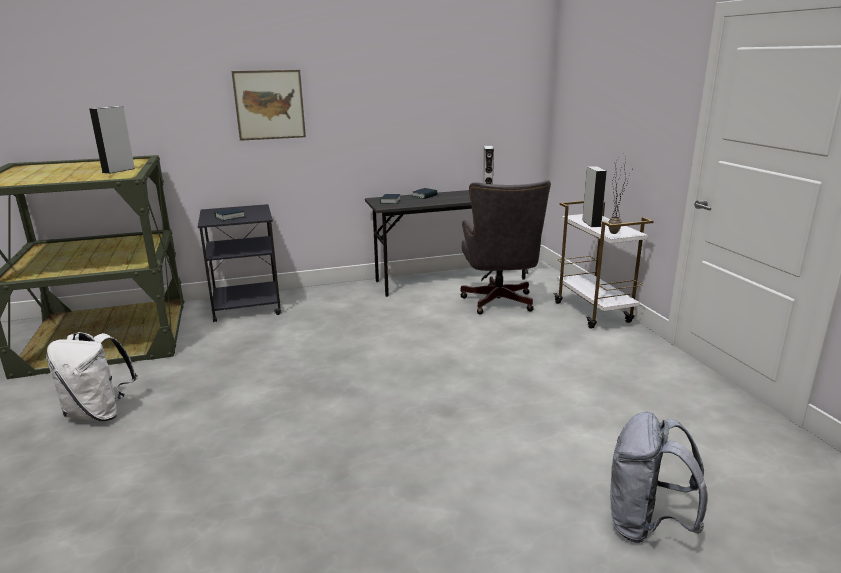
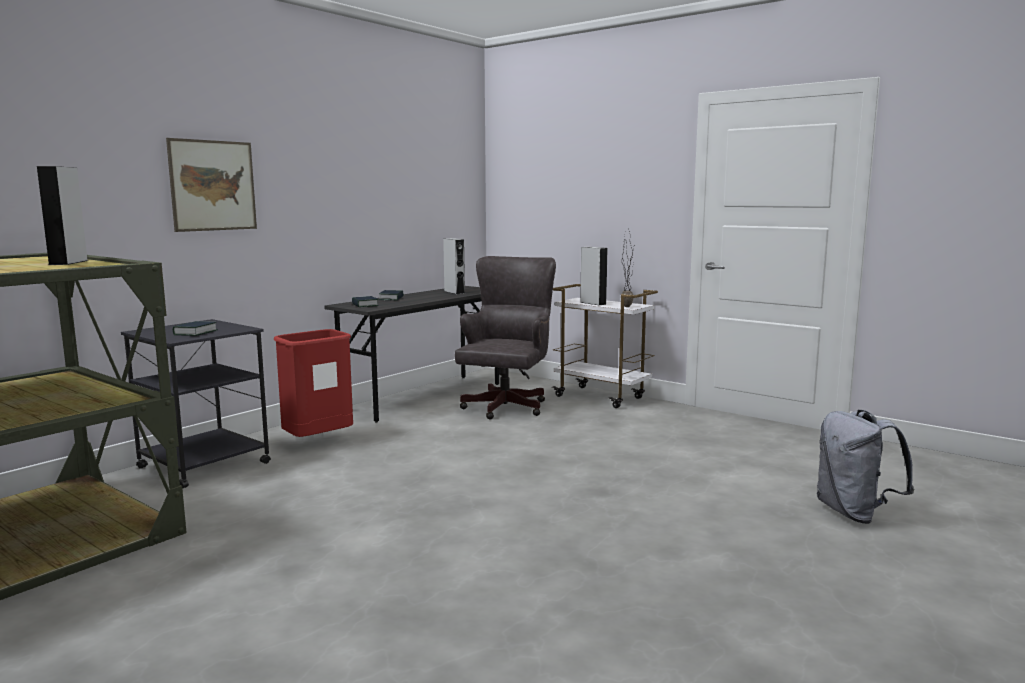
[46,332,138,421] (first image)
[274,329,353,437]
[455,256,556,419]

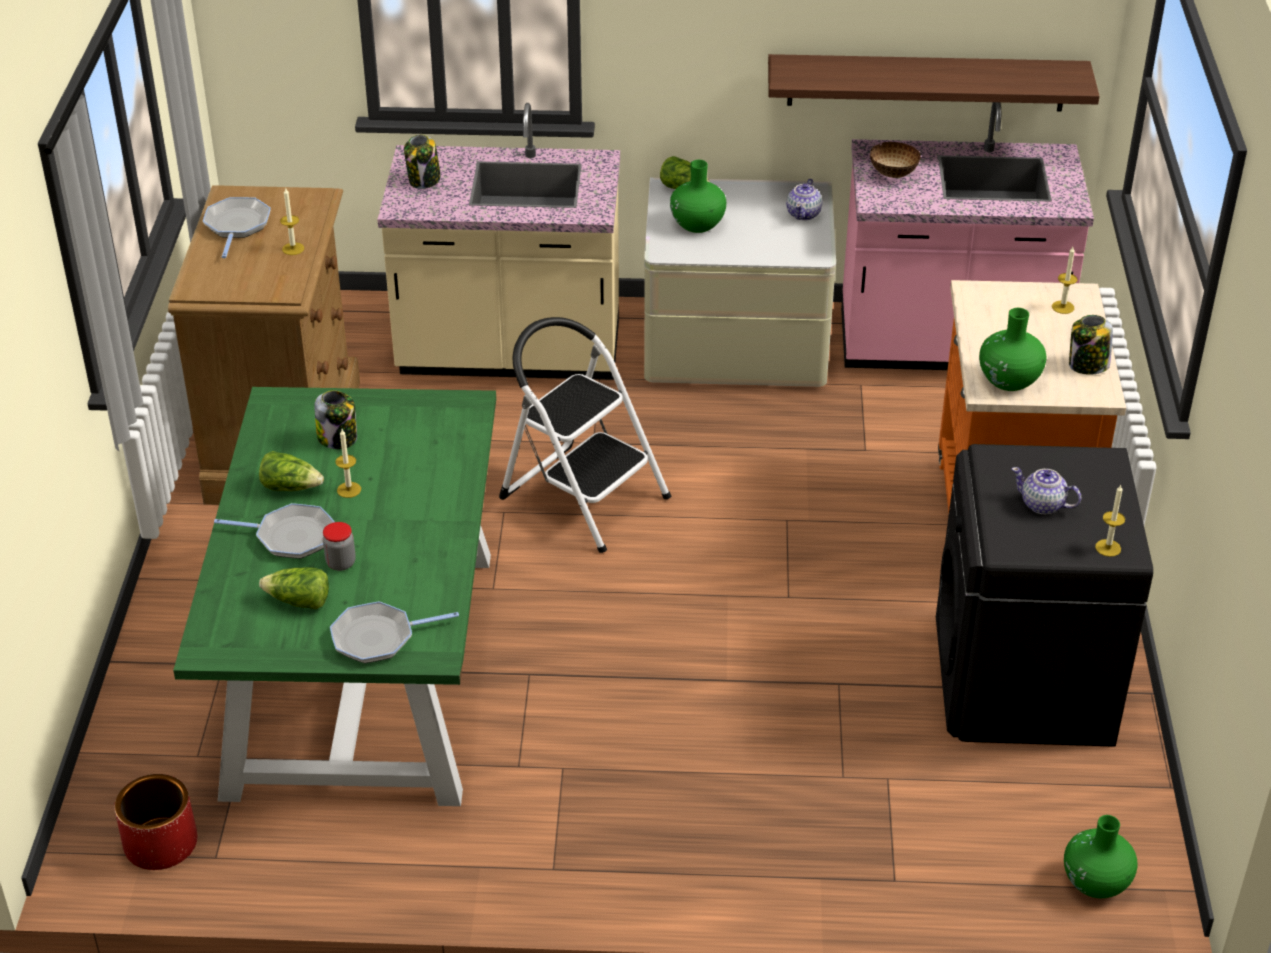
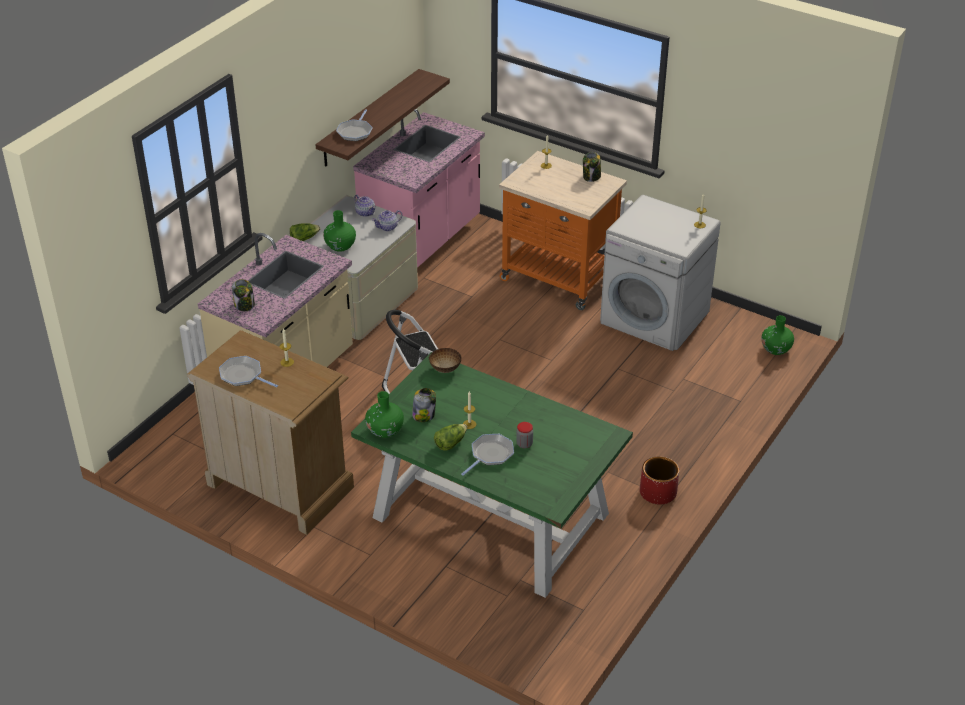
[259,567,329,609] (first image)
[640,456,679,505]
[336,110,373,141]
[429,348,461,373]
[365,391,404,438]
[372,210,402,231]
[600,195,721,351]

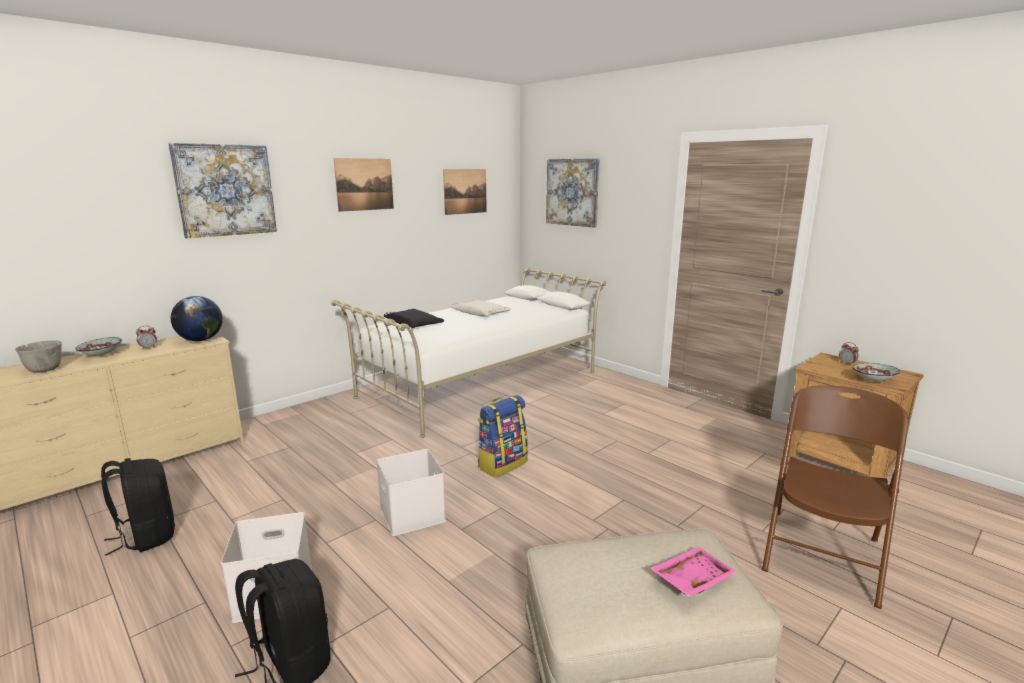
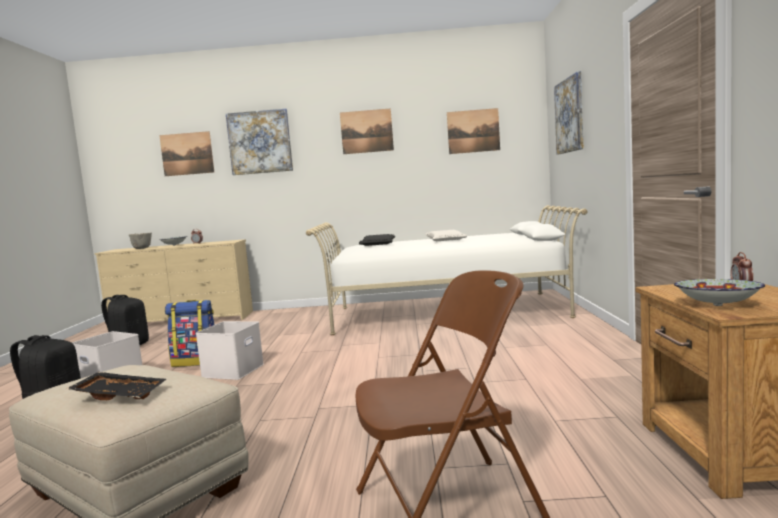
[171,296,223,341] (first image)
[159,131,214,176]
[165,300,215,367]
[66,372,166,400]

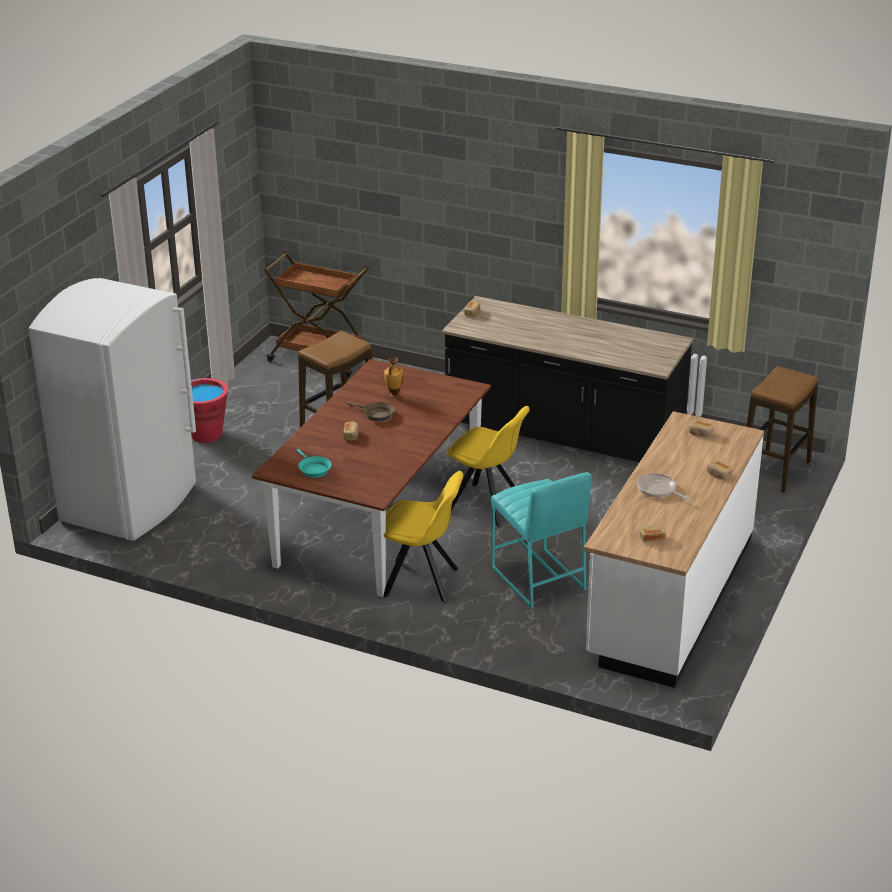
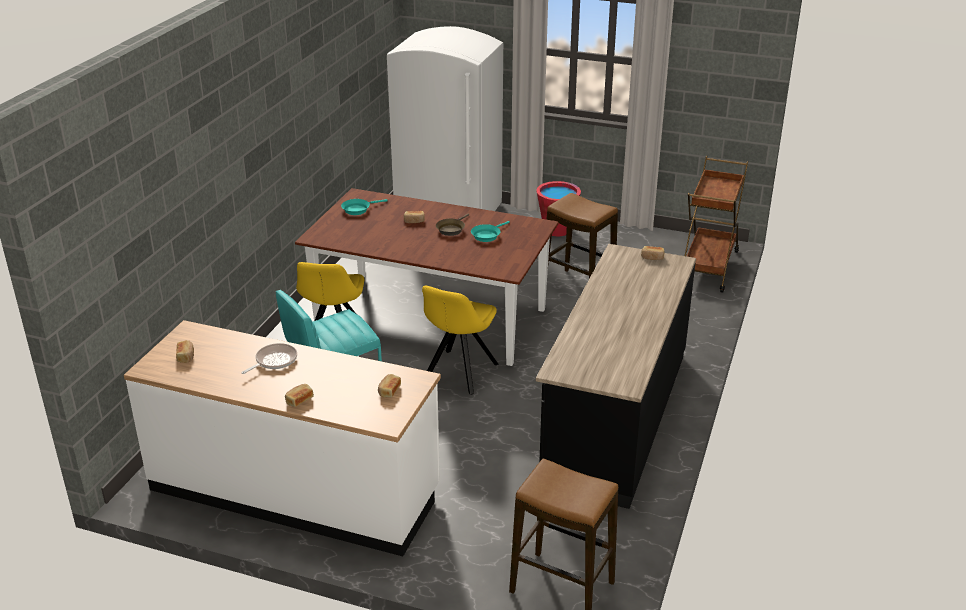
[471,221,510,242]

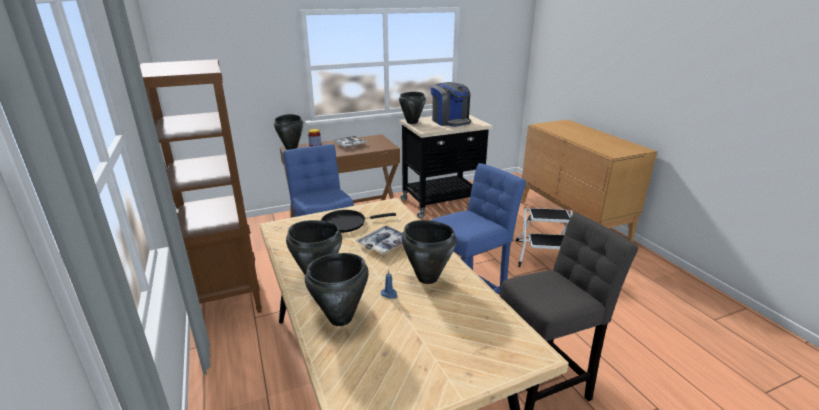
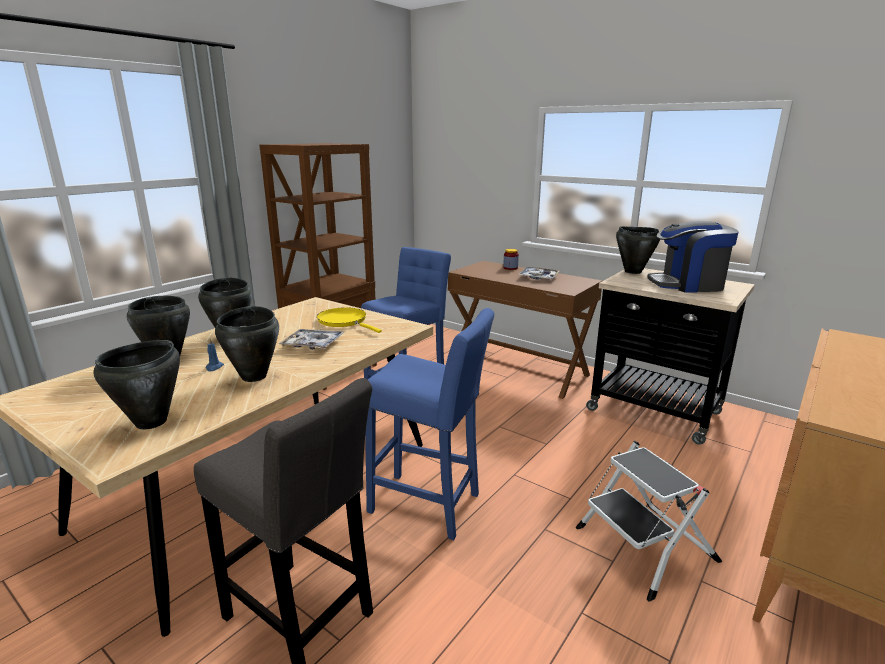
[93,340,180,430]
[317,307,382,333]
[648,221,739,293]

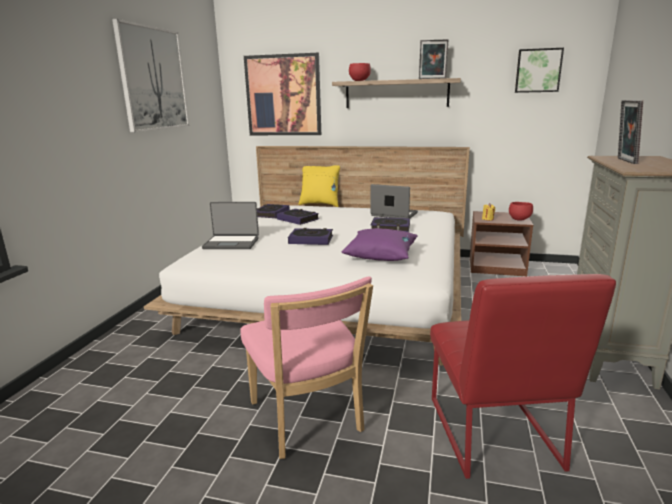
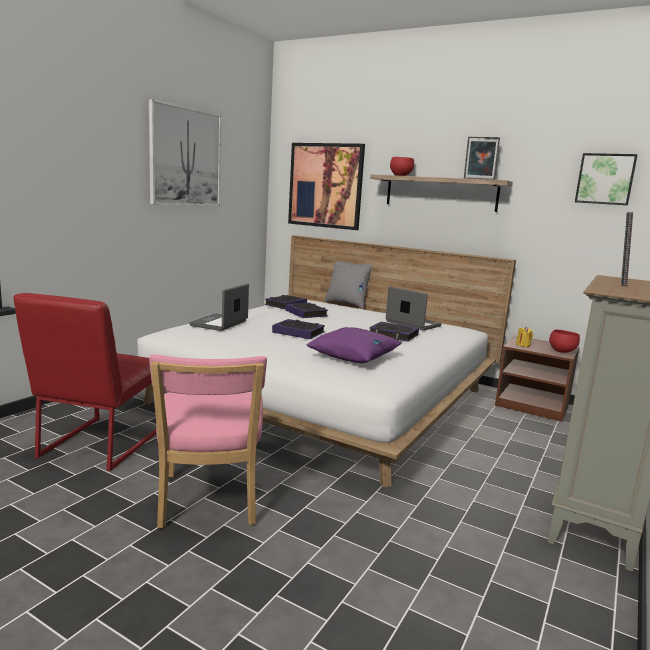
[14,293,156,471]
[324,261,372,309]
[189,284,249,331]

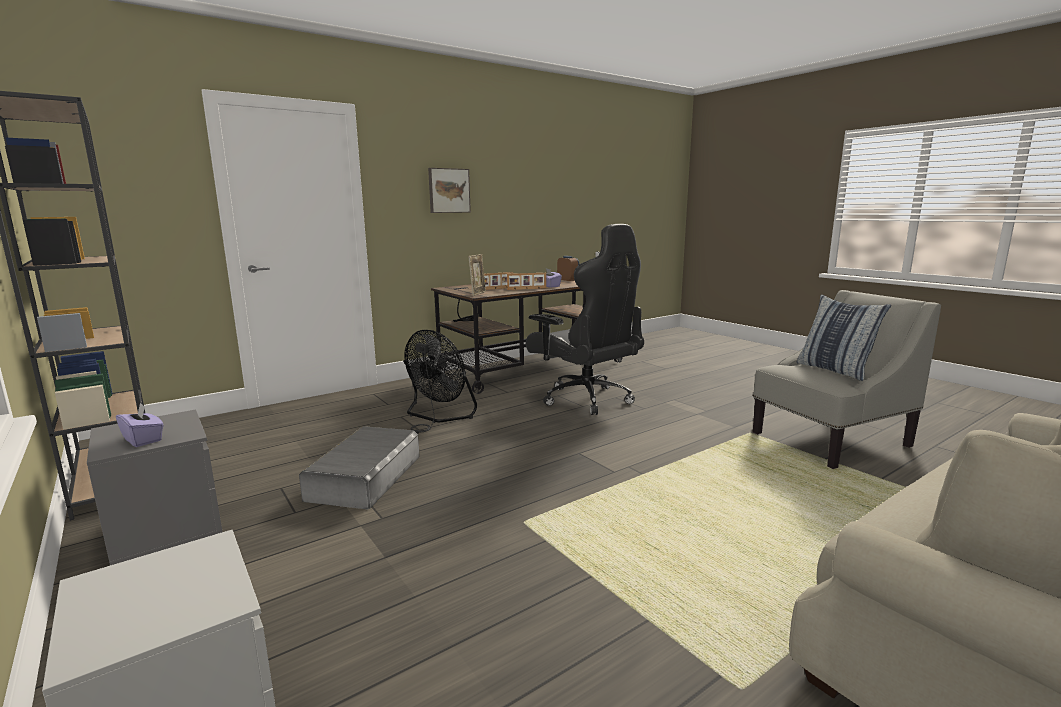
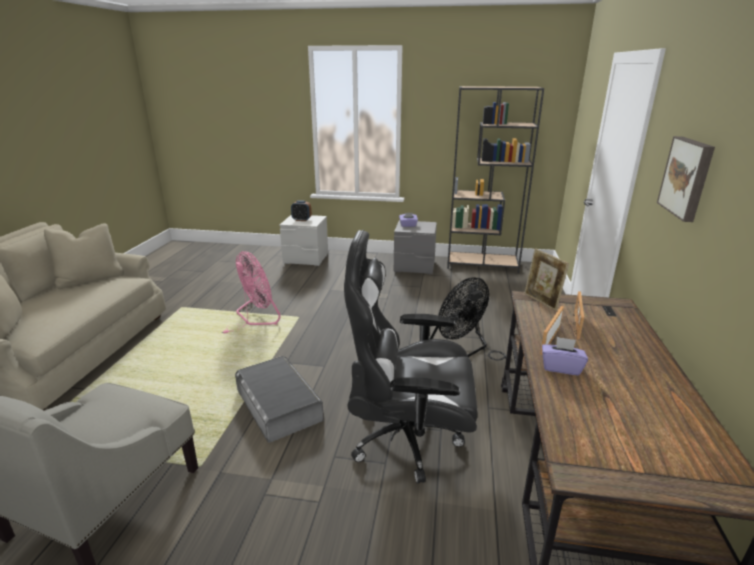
[796,295,891,381] (first image)
[222,251,281,333]
[235,356,324,443]
[291,200,312,221]
[430,277,506,361]

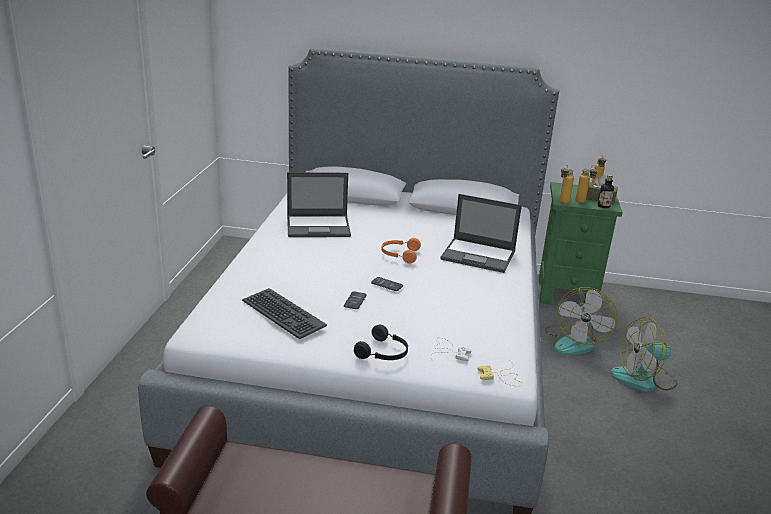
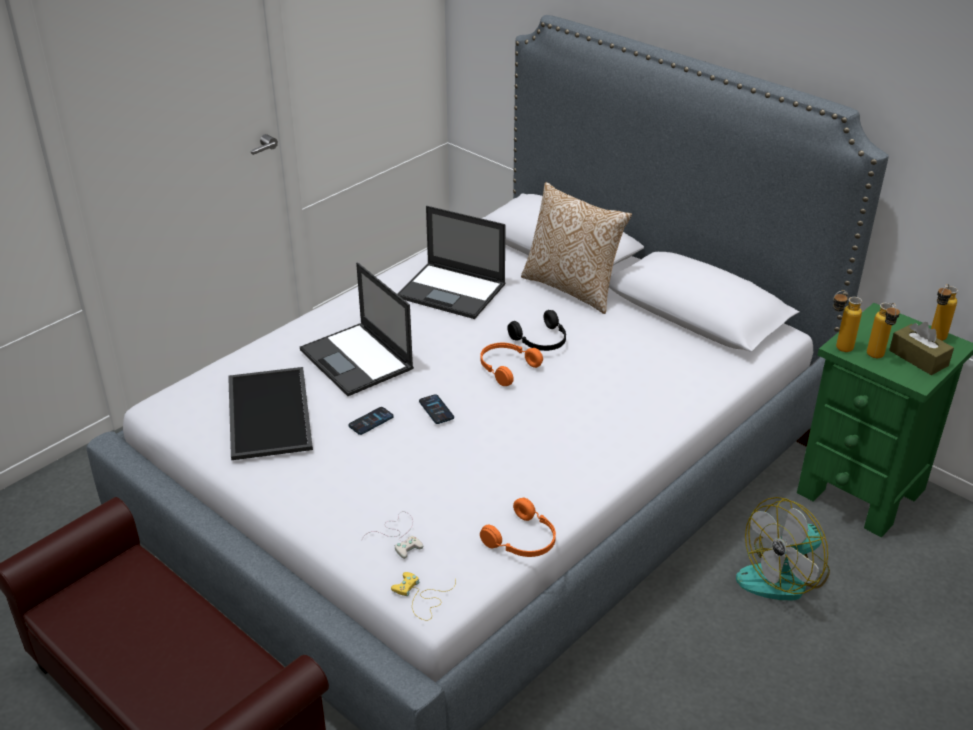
[598,175,614,208] (first image)
[611,317,678,391] (first image)
[480,498,556,557]
[521,182,632,314]
[507,310,566,351]
[300,263,414,396]
[228,367,313,460]

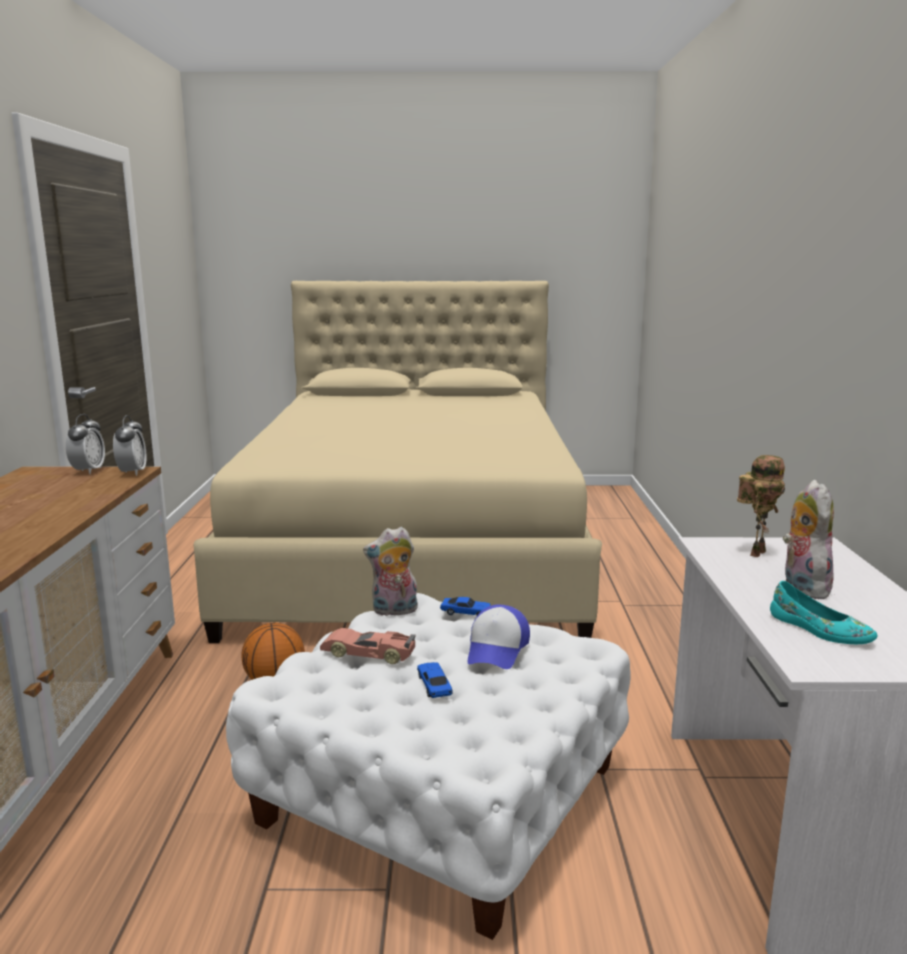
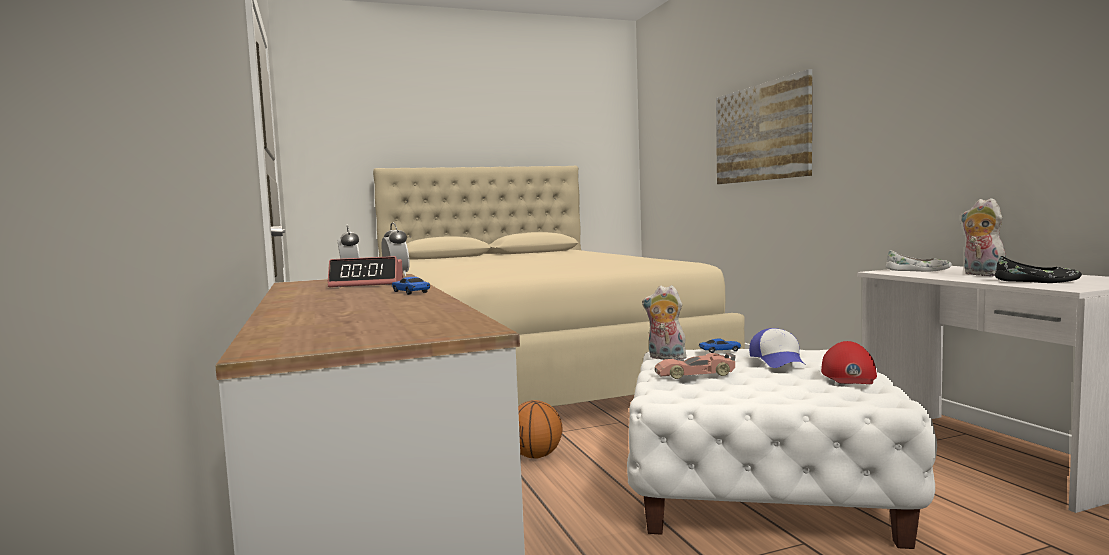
[327,256,403,288]
[716,69,812,184]
[821,341,877,384]
[392,277,430,295]
[886,250,952,272]
[995,256,1082,283]
[642,285,690,360]

